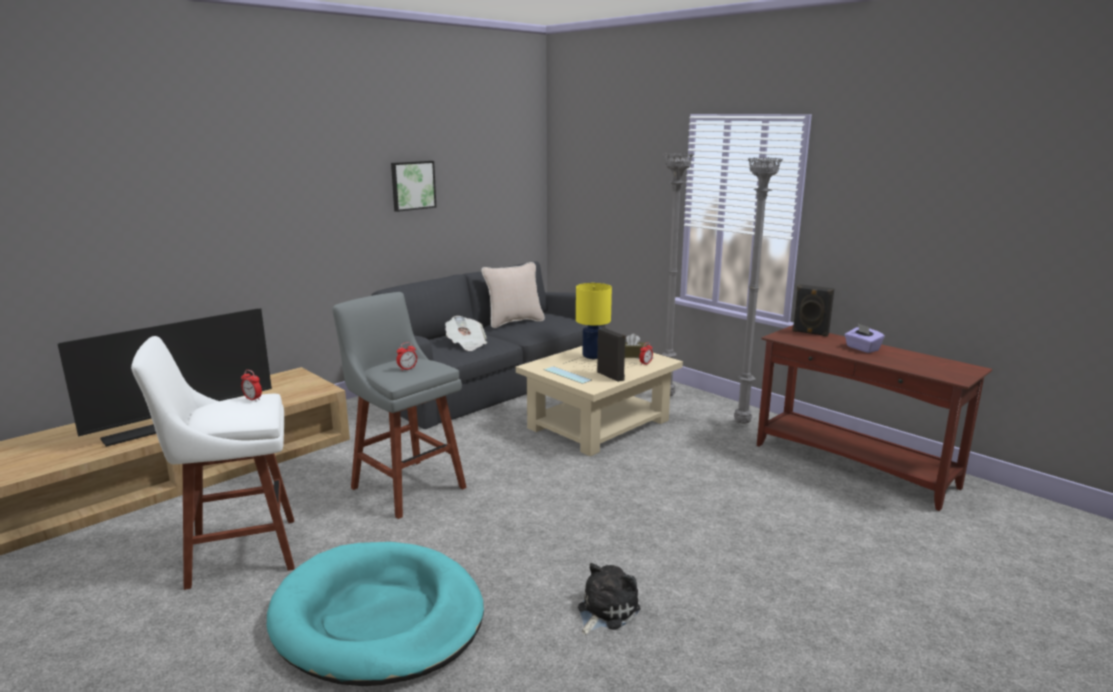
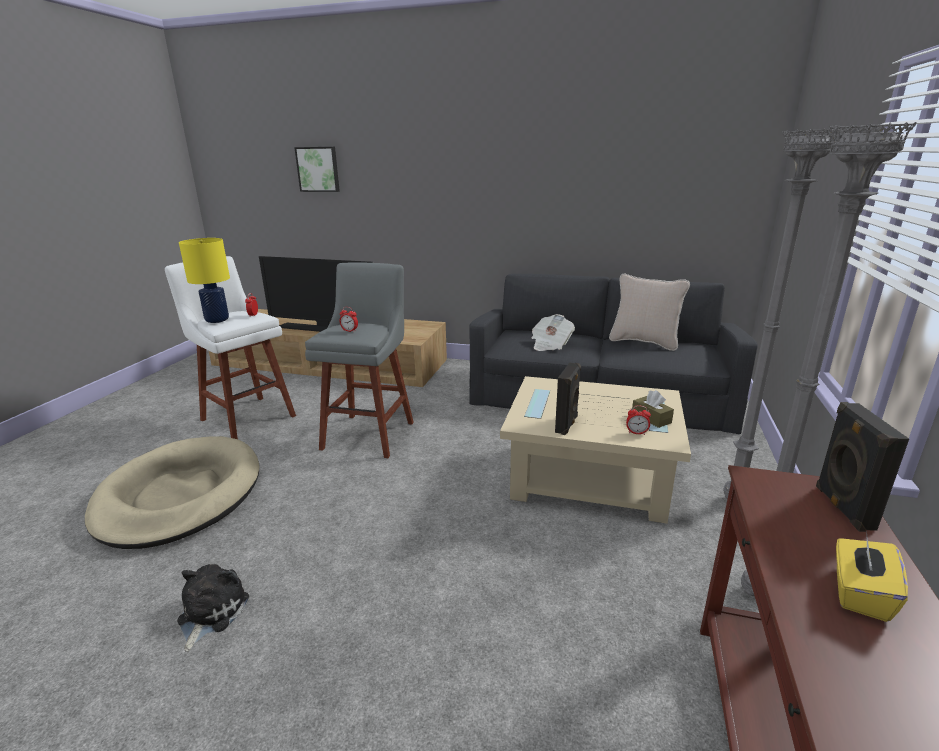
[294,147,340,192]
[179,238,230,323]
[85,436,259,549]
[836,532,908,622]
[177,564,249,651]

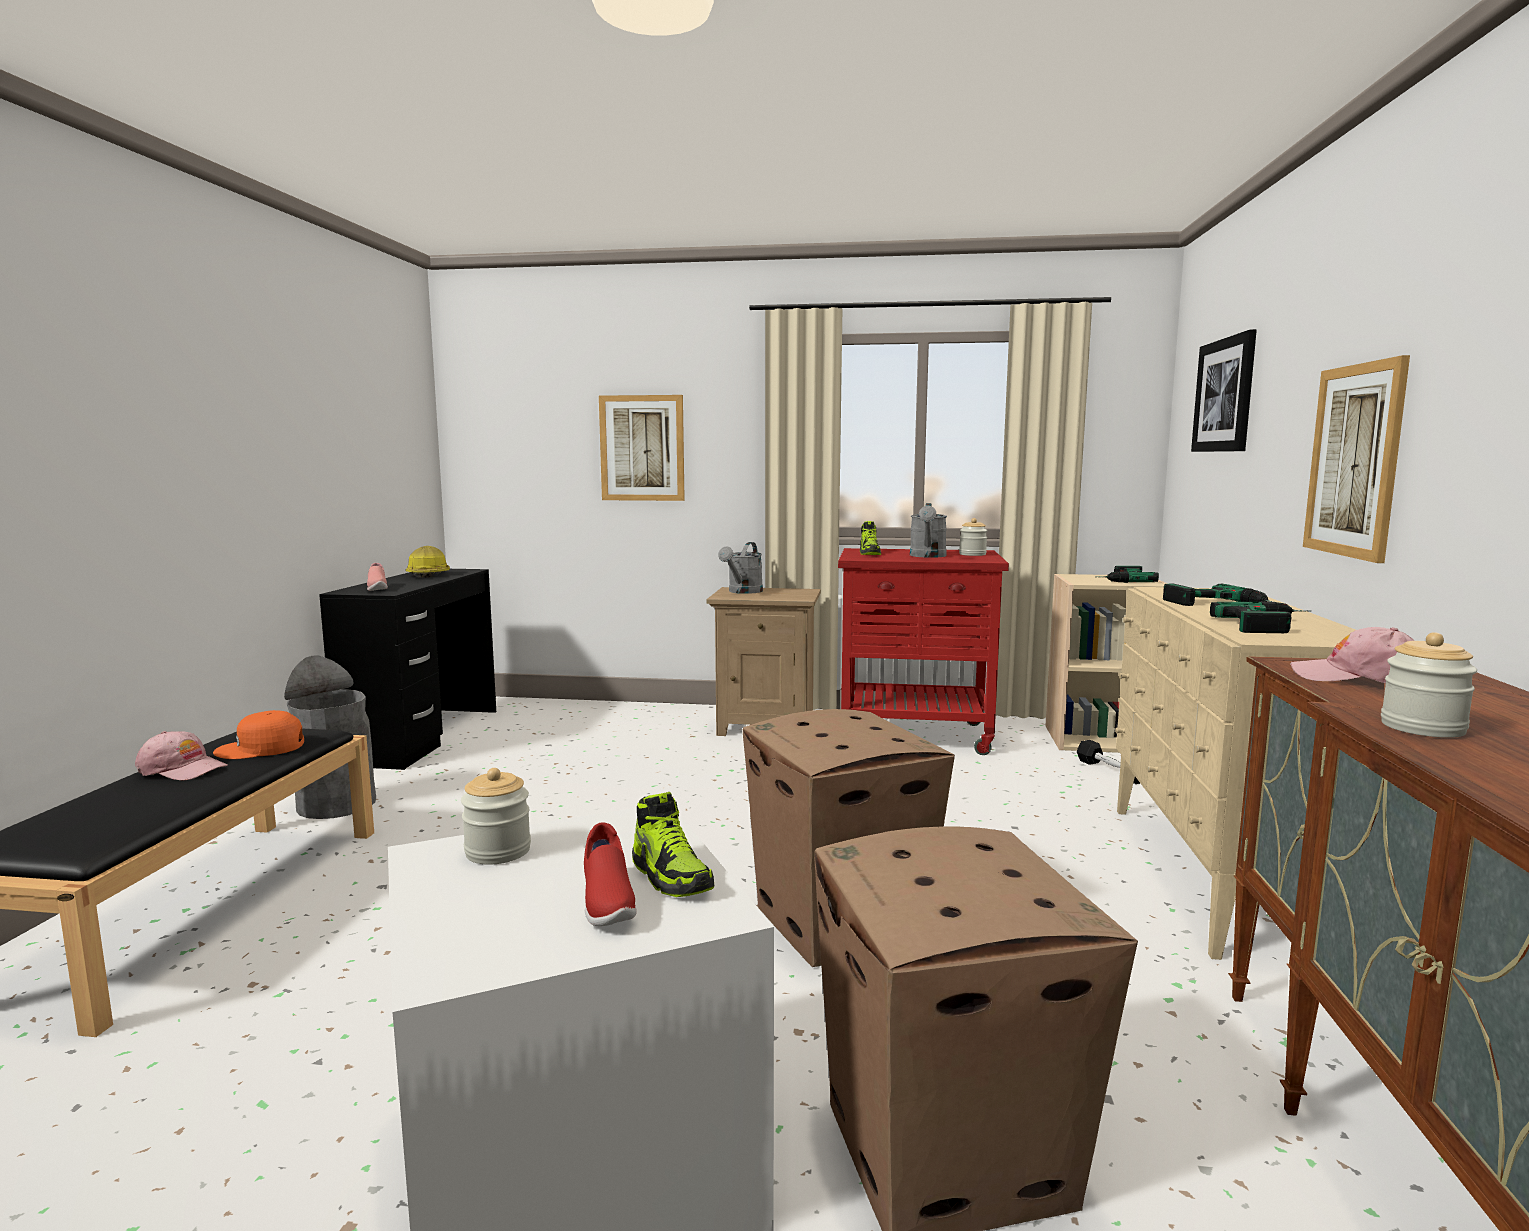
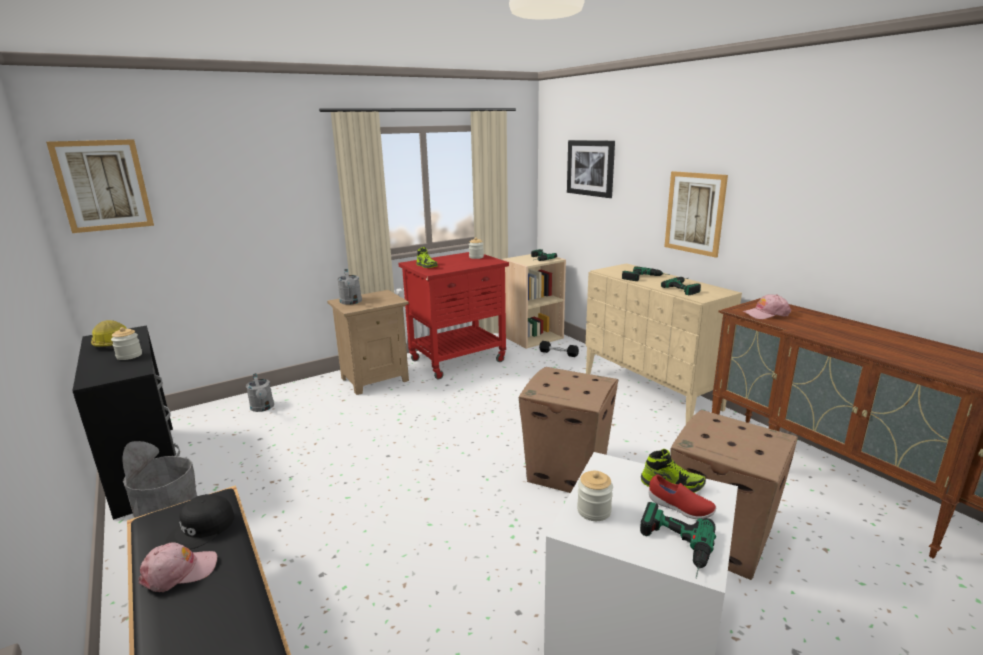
[367,563,388,591] (first image)
[640,502,716,579]
[46,139,154,233]
[246,373,274,412]
[111,327,142,360]
[166,494,235,549]

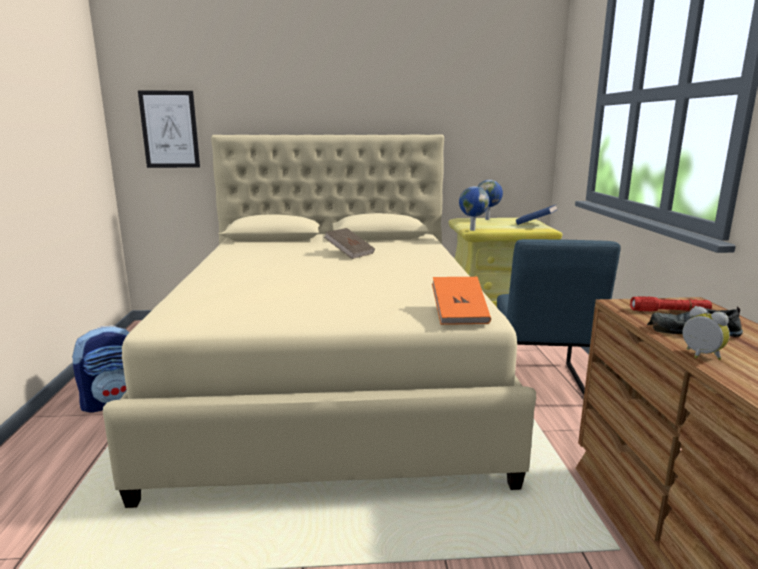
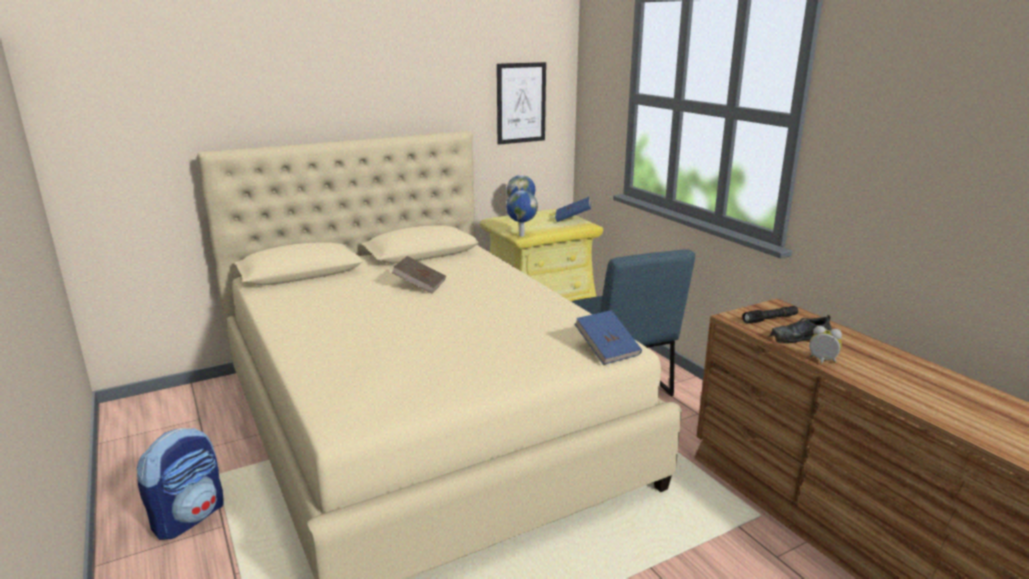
[497,62,546,145]
[575,310,642,365]
[742,306,798,323]

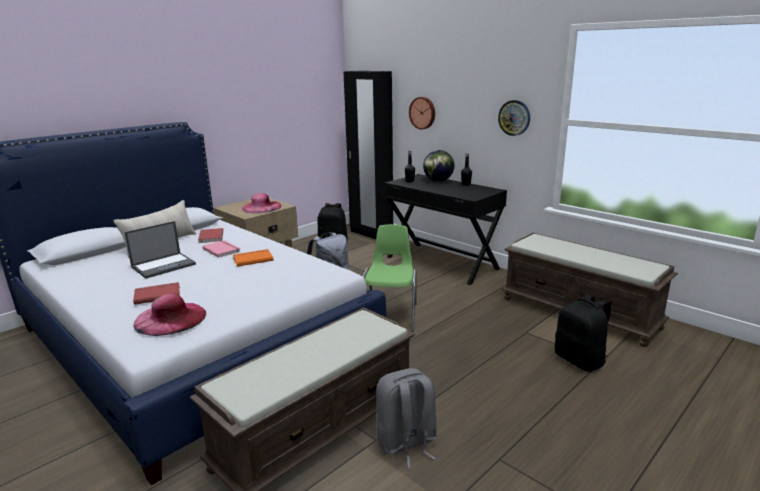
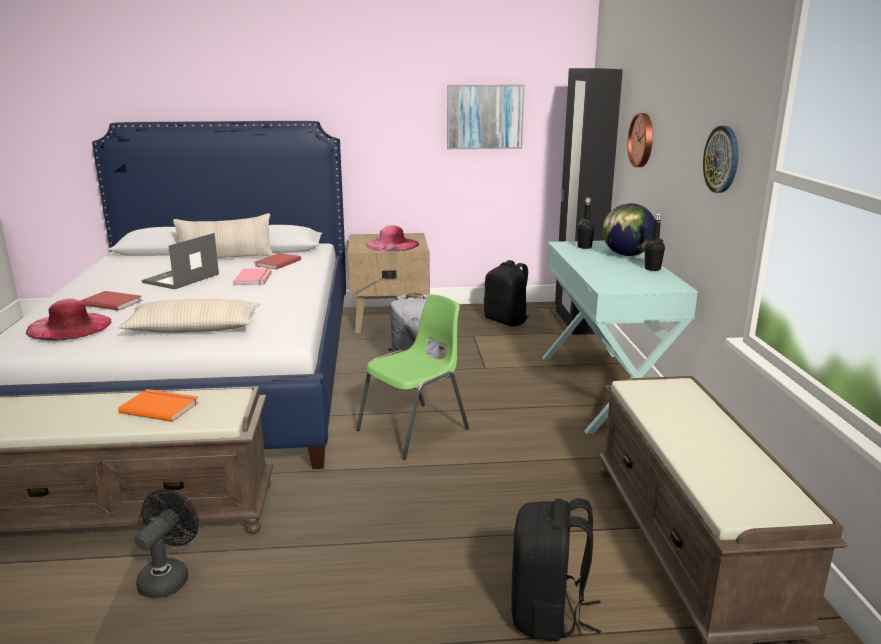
[118,299,260,333]
[447,85,524,149]
[118,389,199,422]
[134,489,199,598]
[542,241,698,434]
[142,233,219,289]

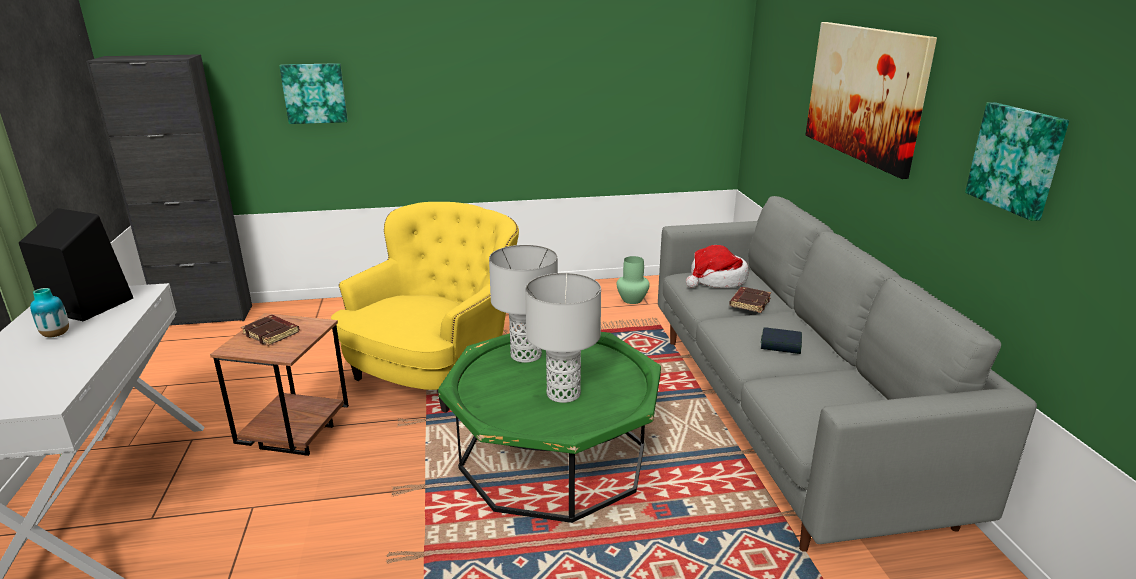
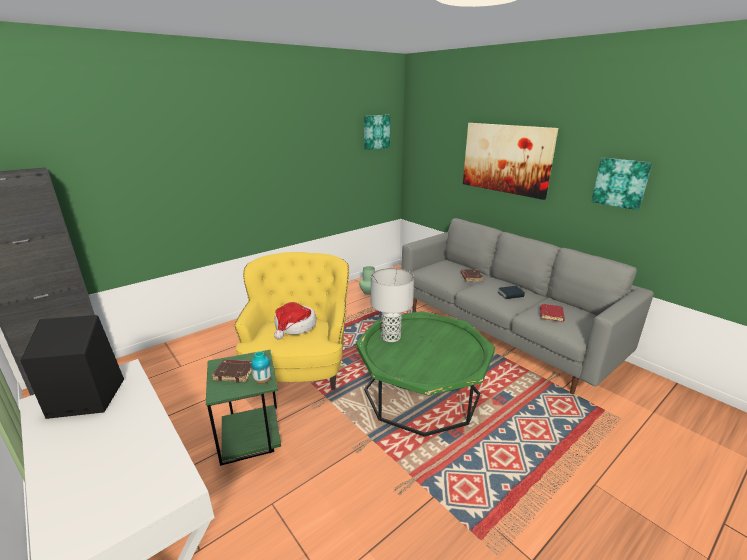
[525,273,601,403] (first image)
[540,303,565,322]
[251,351,271,384]
[364,115,390,150]
[274,302,316,340]
[206,350,281,466]

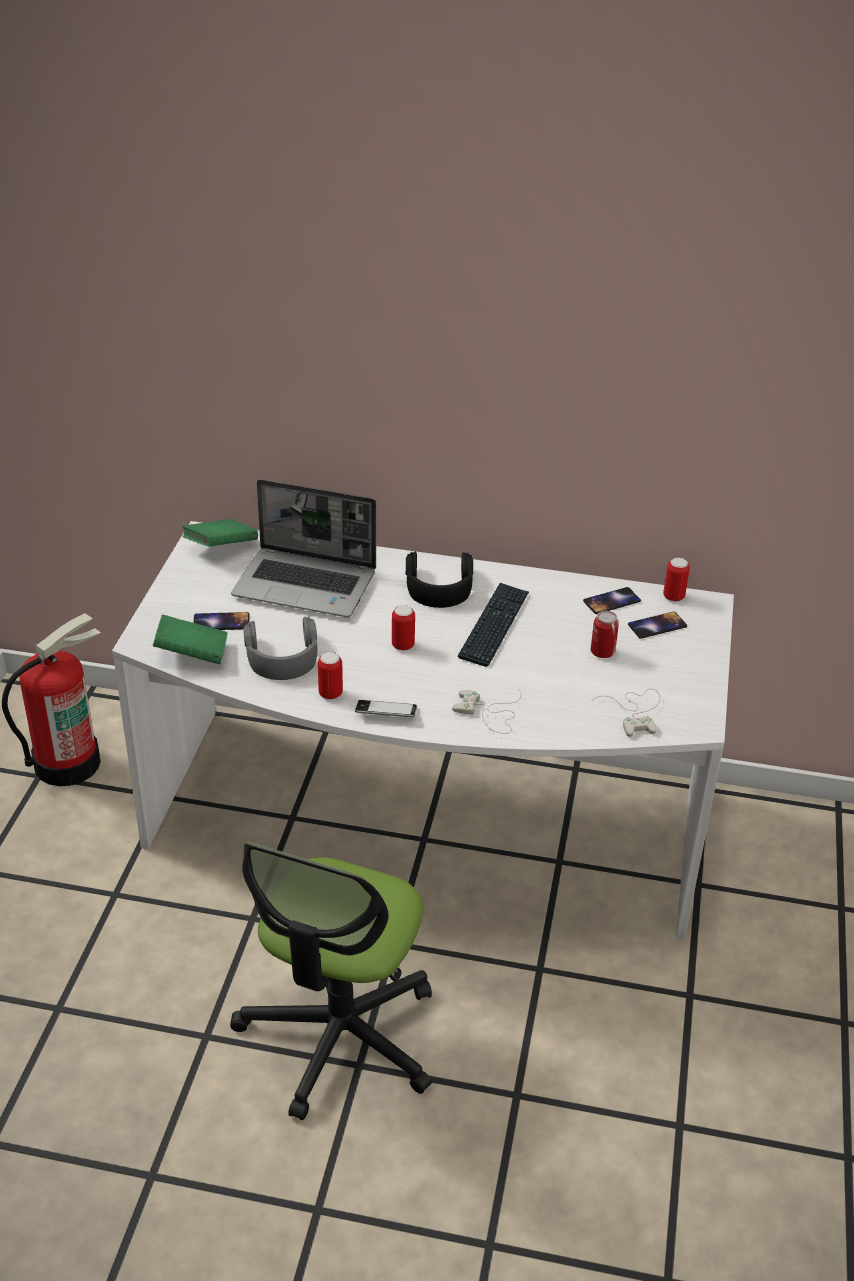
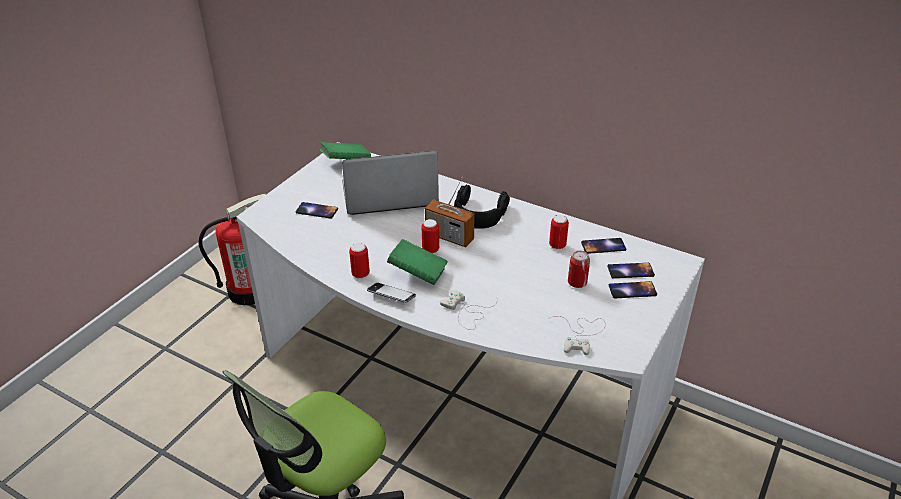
[243,617,317,680] (first image)
[458,583,529,667] (first image)
[425,177,475,247]
[609,281,657,298]
[387,239,448,285]
[549,215,569,249]
[342,151,439,215]

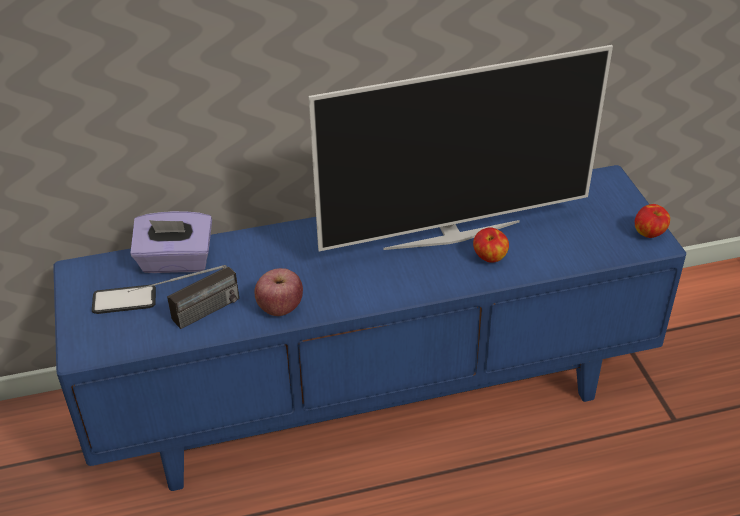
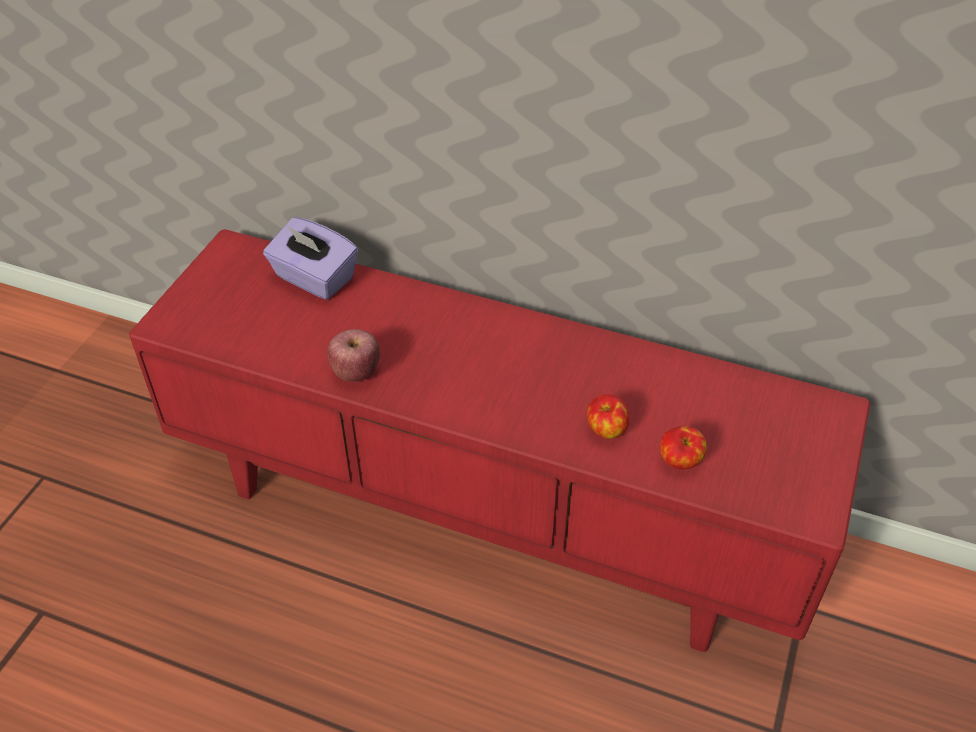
[92,285,156,314] (first image)
[128,265,239,329] (first image)
[308,45,613,251] (first image)
[660,426,707,469]
[129,229,870,652]

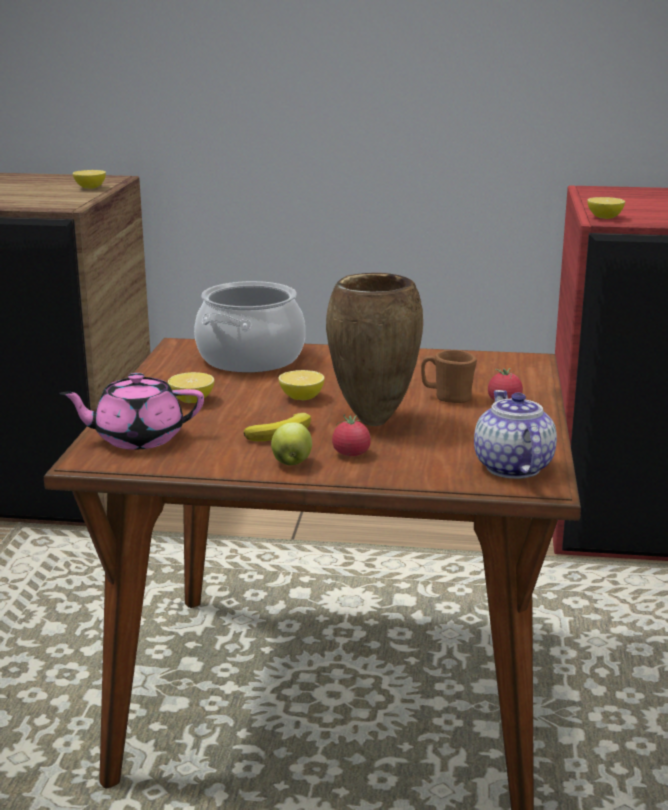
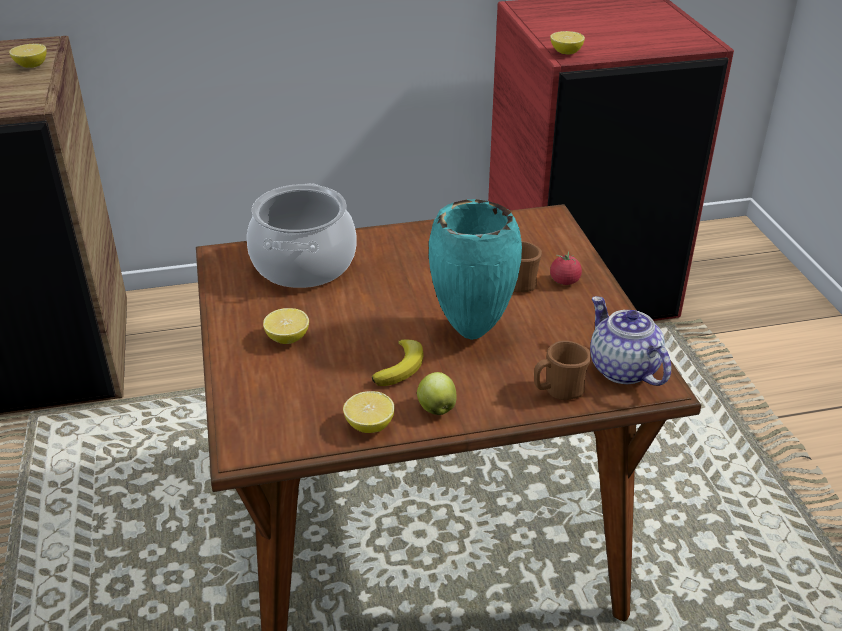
[59,373,204,450] (first image)
[332,414,371,456] (first image)
[534,340,591,400]
[343,391,395,433]
[429,199,522,340]

